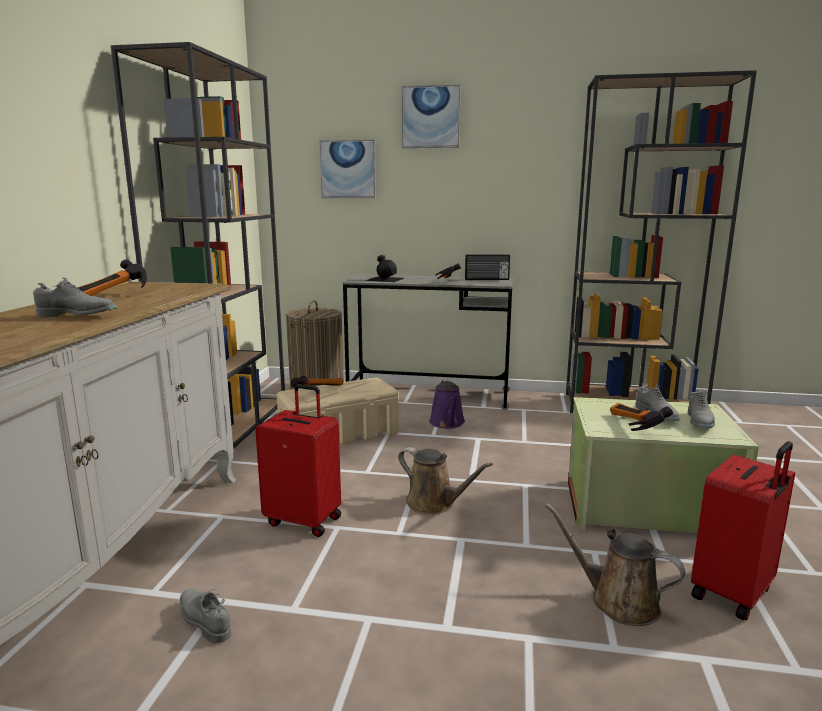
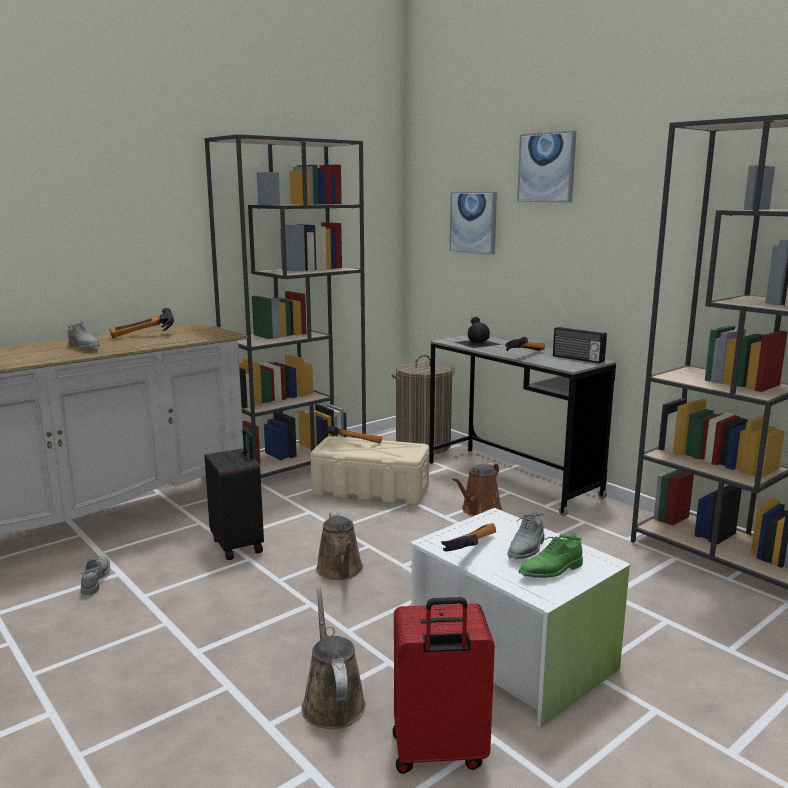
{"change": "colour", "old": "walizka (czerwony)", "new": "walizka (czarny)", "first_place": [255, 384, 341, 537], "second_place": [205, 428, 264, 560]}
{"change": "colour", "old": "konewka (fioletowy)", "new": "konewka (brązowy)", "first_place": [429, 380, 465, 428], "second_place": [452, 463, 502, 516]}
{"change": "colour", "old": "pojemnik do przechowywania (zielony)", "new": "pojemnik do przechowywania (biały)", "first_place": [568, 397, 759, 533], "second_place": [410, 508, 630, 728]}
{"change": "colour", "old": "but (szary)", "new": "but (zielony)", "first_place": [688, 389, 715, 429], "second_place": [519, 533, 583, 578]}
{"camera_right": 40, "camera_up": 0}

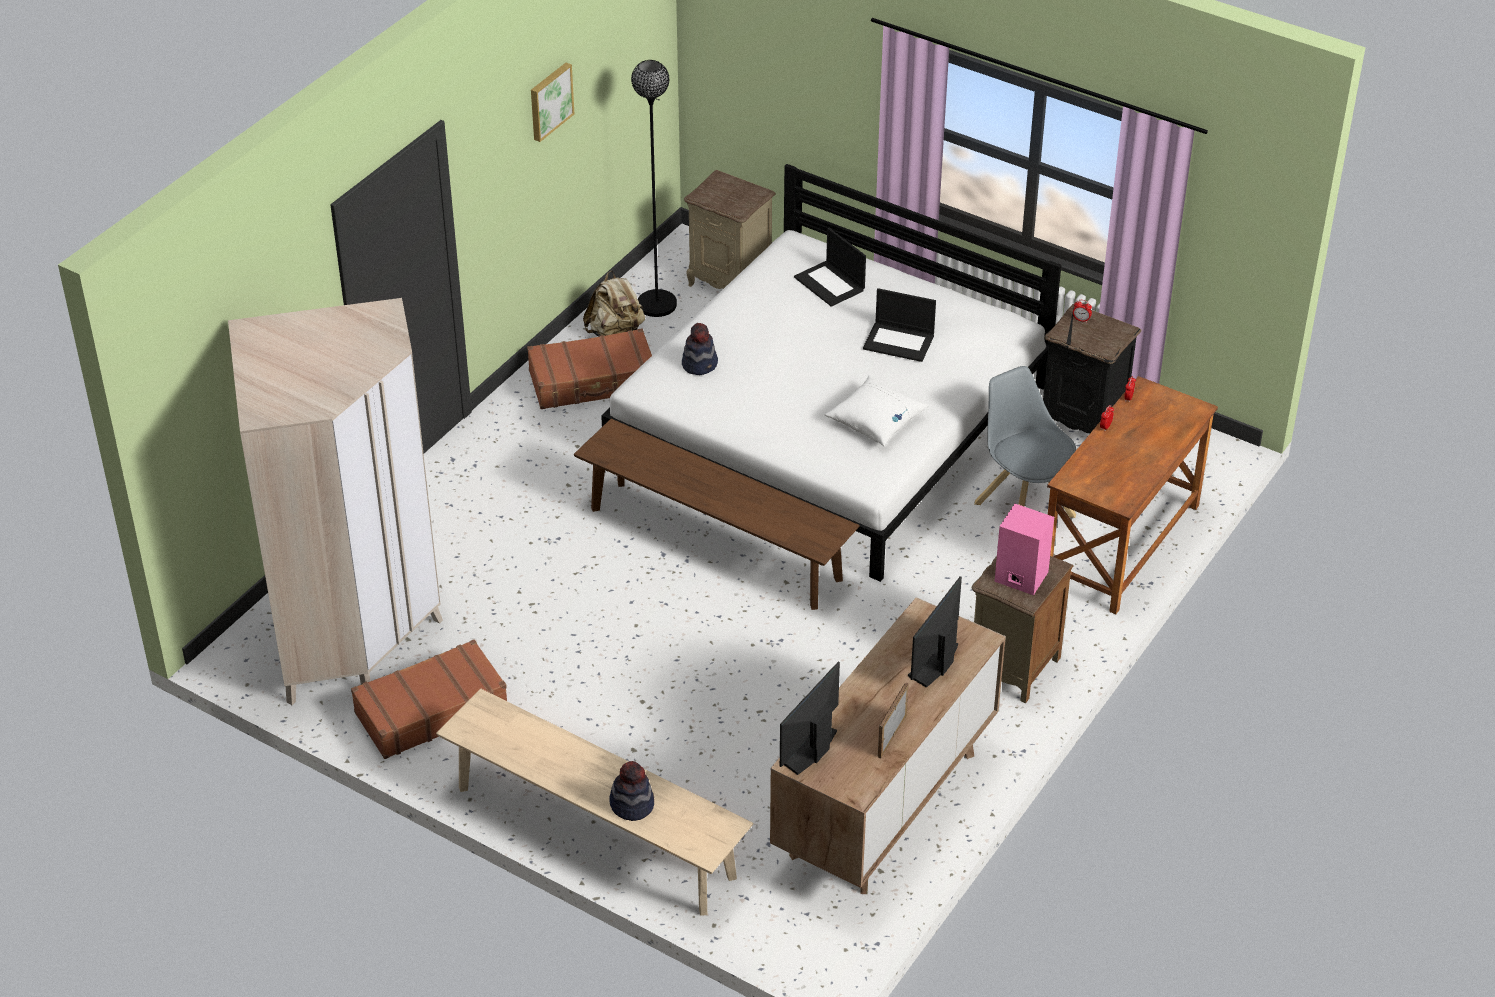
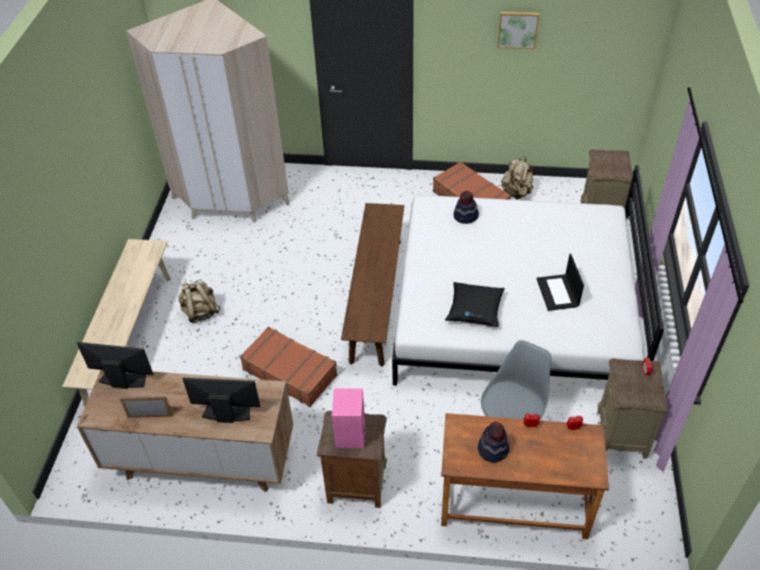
{"change": "missing", "old": "lampa stojąca (czarny)", "first_place": [631, 60, 677, 317]}
{"change": "missing", "old": "laptop", "first_place": [794, 228, 866, 307]}
{"change": "appeared", "new": "plecak (beżowy)", "second_place": [178, 279, 220, 323]}
{"change": "relocated", "old": "walizka (brązowy)", "first_place": [351, 639, 507, 759], "second_place": [240, 326, 338, 407]}
{"change": "relocated", "old": "kapelusz", "first_place": [609, 761, 654, 821], "second_place": [478, 422, 509, 463]}
{"change": "colour", "old": "poduszka (biały)", "new": "poduszka (czarny)", "first_place": [825, 375, 929, 446], "second_place": [445, 282, 505, 327]}
{"change": "colour", "old": "szafka nocna (czarny)", "new": "szafka nocna (beżowy)", "first_place": [1043, 304, 1142, 433], "second_place": [597, 358, 667, 459]}
{"camera_right": 65, "camera_up": 5}

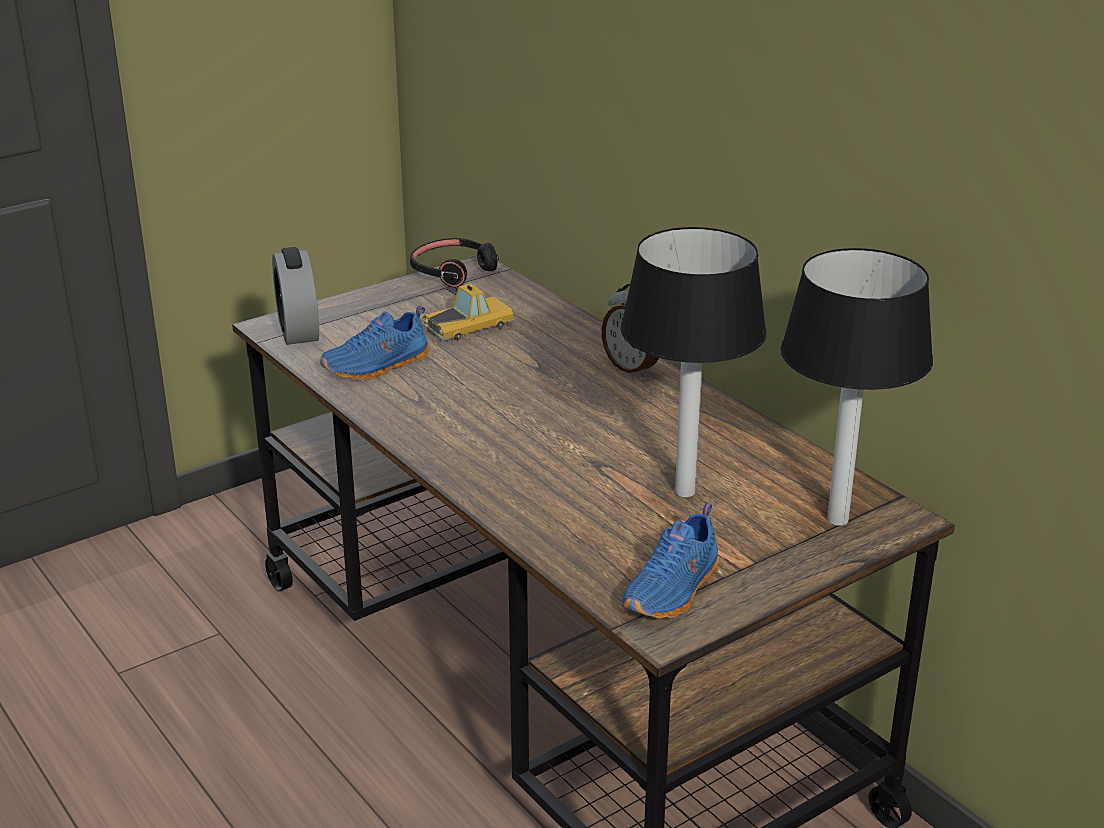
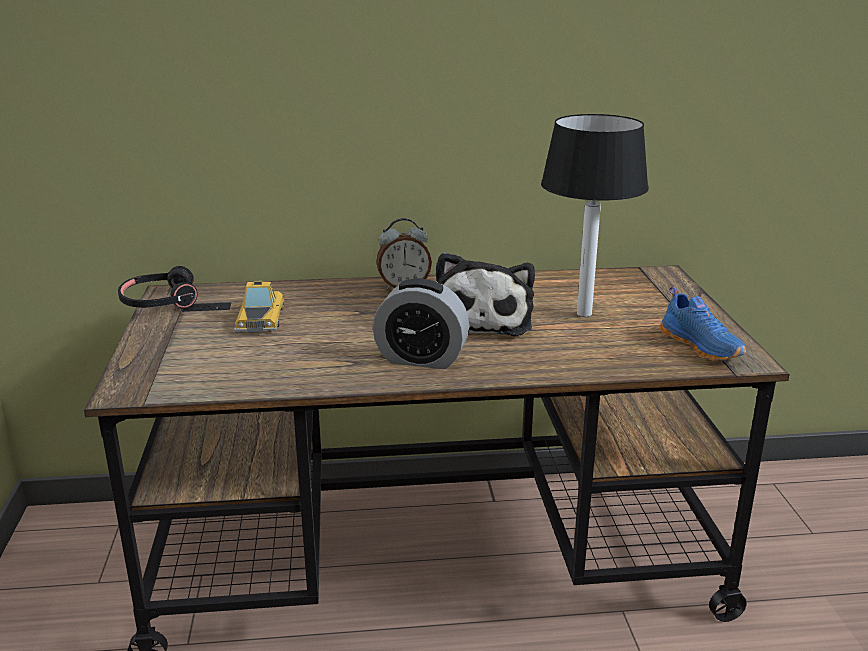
{"change": "missing", "old": "but (niebieski)", "first_place": [320, 306, 429, 380]}
{"change": "missing", "old": "lampa stołowa", "first_place": [781, 248, 933, 526]}
{"change": "appeared", "new": "pluszak", "second_place": [436, 252, 535, 336]}
{"change": "relocated", "old": "budzik", "first_place": [272, 247, 319, 345], "second_place": [373, 279, 469, 369]}
{"camera_right": -60, "camera_up": -5}

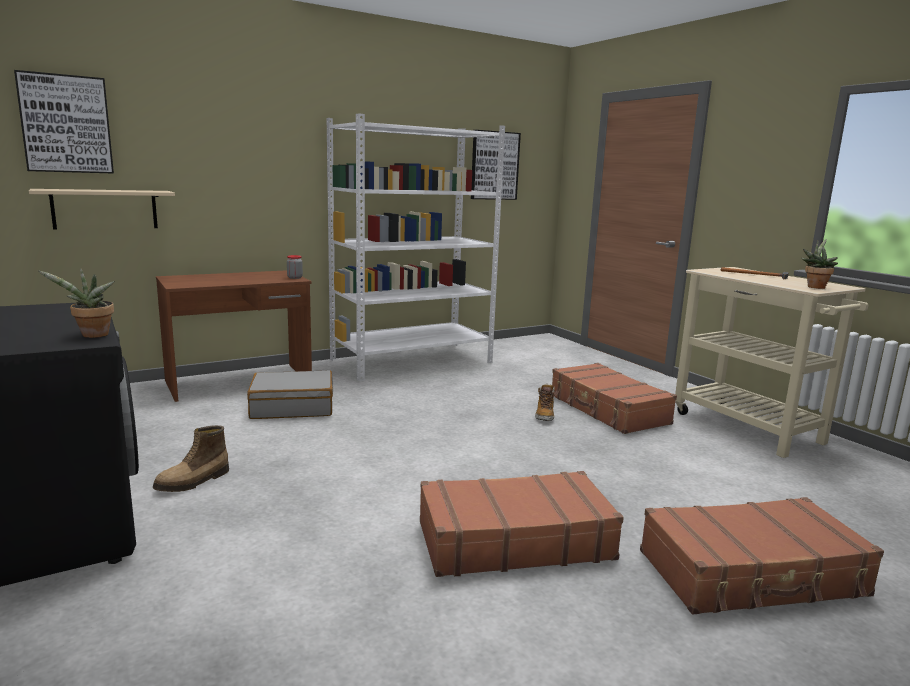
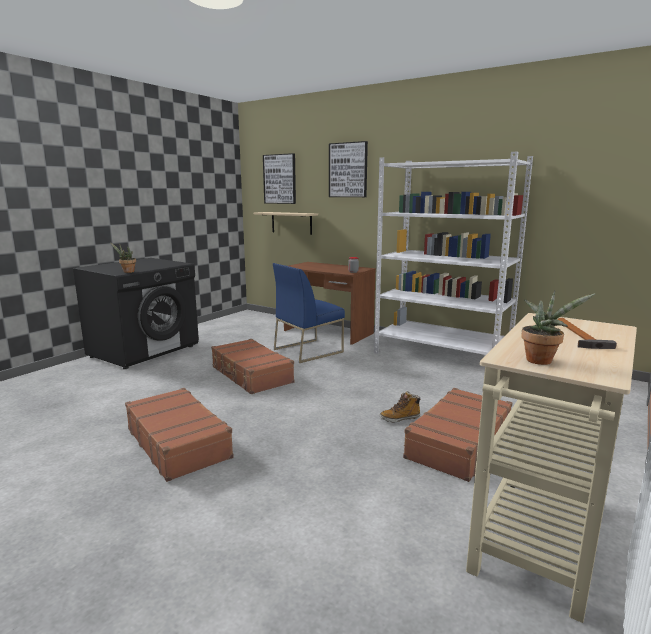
{"change": "missing", "old": "but z cholewką", "first_place": [153, 425, 229, 492]}
{"change": "relocated", "old": "obraz", "first_place": [471, 130, 521, 200], "second_place": [329, 141, 368, 197]}
{"change": "relocated", "old": "walizka (brązowy)", "first_place": [640, 497, 884, 615], "second_place": [211, 339, 294, 394]}
{"change": "exchanged", "old": "walizka (szary)", "new": "krzesło (niebieski)", "first_place": [247, 370, 333, 419], "second_place": [273, 263, 345, 363]}
{"camera_right": 65, "camera_up": 0}

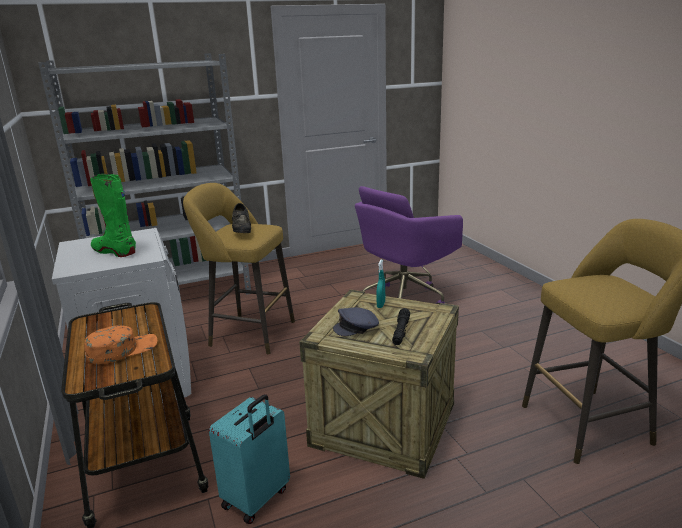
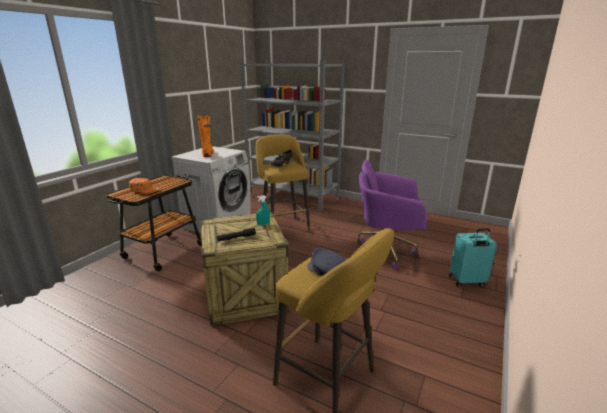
{"change": "relocated", "old": "walizka (turkusowy)", "first_place": [209, 394, 290, 524], "second_place": [449, 228, 497, 287]}
{"change": "relocated", "old": "czapka z daszkiem (szary)", "first_place": [333, 307, 379, 336], "second_place": [308, 248, 346, 275]}
{"change": "colour", "old": "but z cholewką (zielony)", "new": "but z cholewką (pomarańczowy)", "first_place": [90, 174, 136, 257], "second_place": [197, 115, 214, 157]}
{"camera_right": 50, "camera_up": 0}

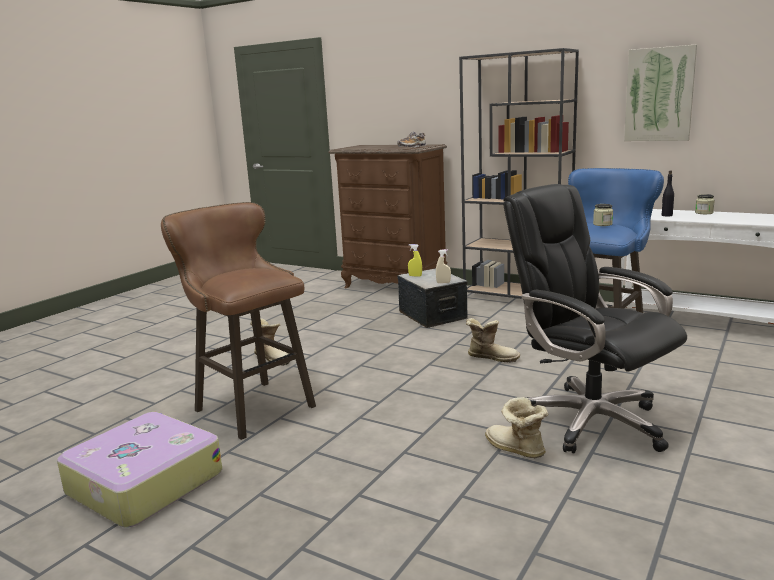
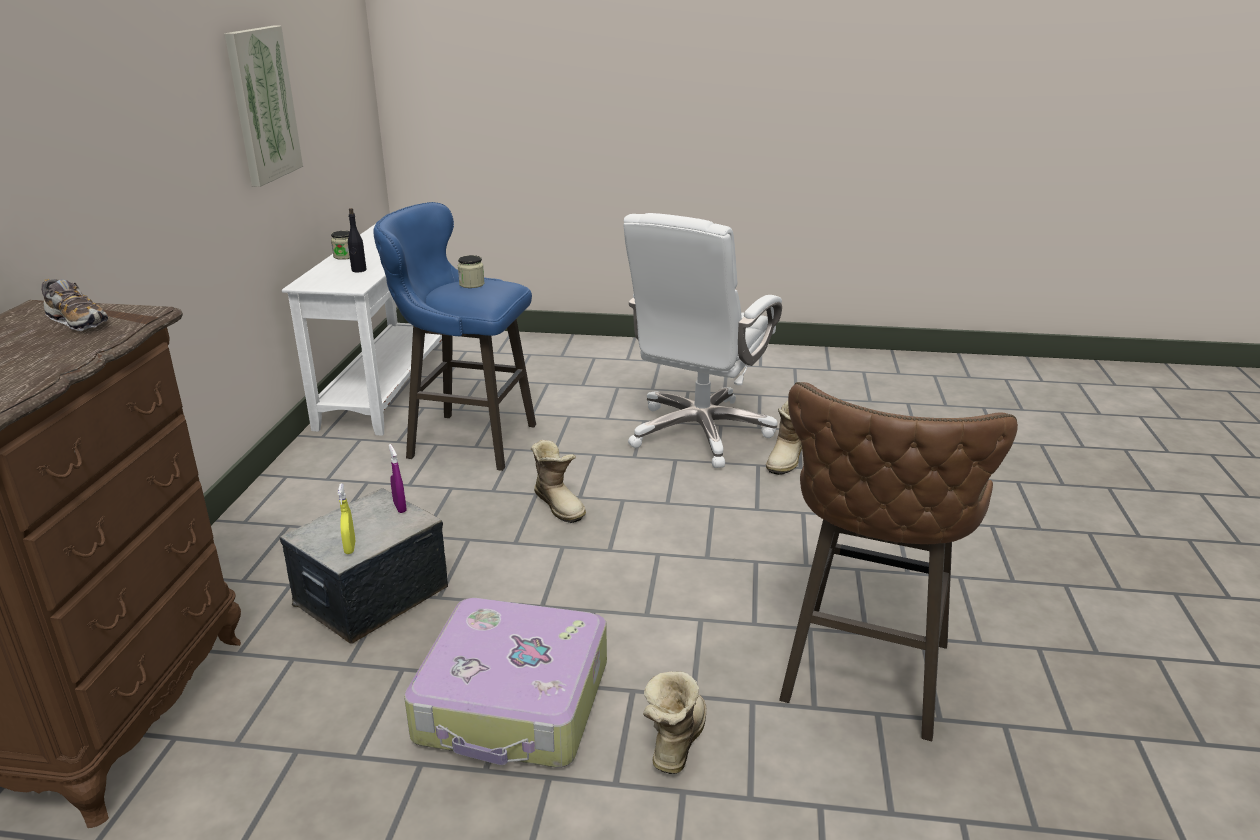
{"change": "missing", "old": "regał", "first_place": [459, 48, 579, 299]}
{"change": "relocated", "old": "walizka", "first_place": [57, 412, 222, 527], "second_place": [404, 598, 607, 768]}
{"change": "colour", "old": "spryskiwacz (beżowy)", "new": "spryskiwacz (fioletowy)", "first_place": [436, 249, 451, 283], "second_place": [389, 444, 407, 513]}
{"change": "colour", "old": "krzesło biurowe (czarny)", "new": "krzesło biurowe (biały)", "first_place": [503, 184, 687, 453], "second_place": [624, 213, 782, 468]}
{"change": "spun", "old": "but z cholewką", "first_place": [466, 318, 520, 363], "second_place": [531, 440, 586, 523], "degrees": 150}
{"camera_right": -115, "camera_up": 10}

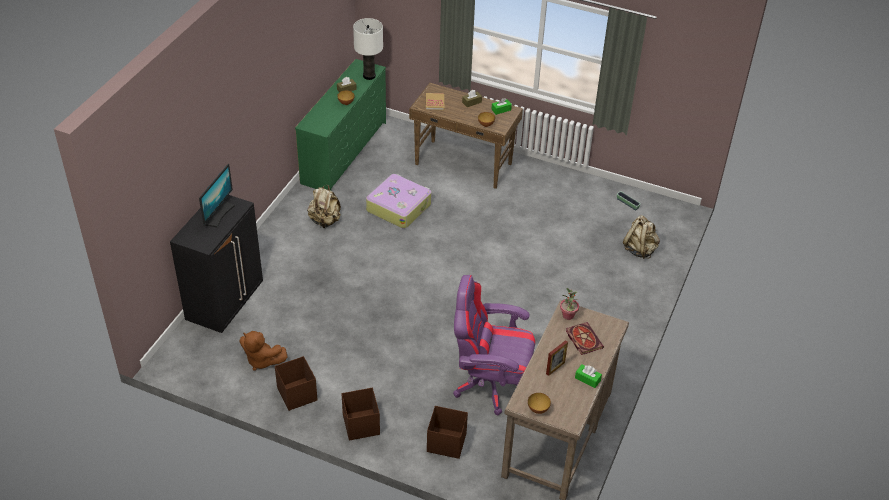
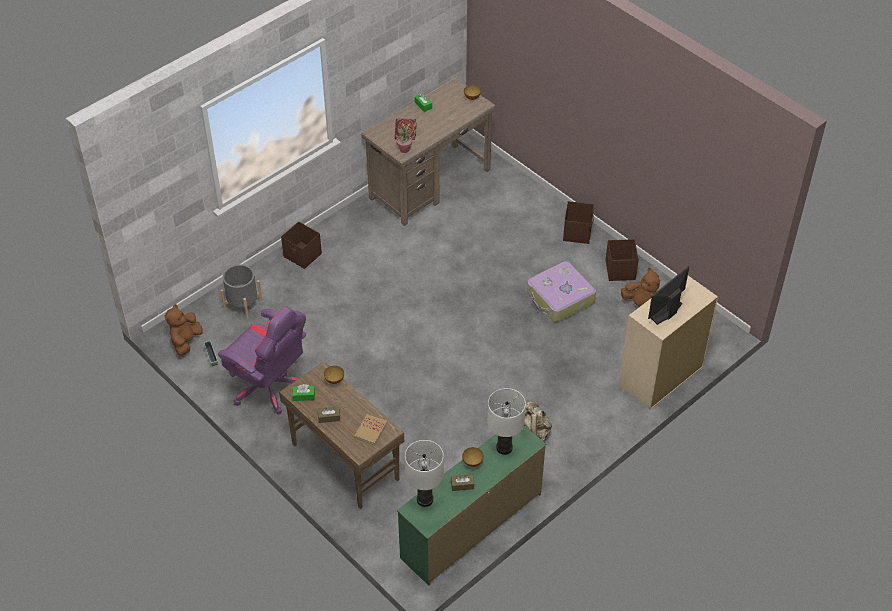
{"change": "missing", "old": "ramka na zdjęcie", "first_place": [546, 340, 568, 376]}
{"change": "appeared", "new": "pluszak (brązowy)", "second_place": [165, 304, 203, 356]}
{"change": "appeared", "new": "lampa stołowa (biały)", "second_place": [487, 388, 526, 455]}
{"change": "relocated", "old": "walizka", "first_place": [366, 174, 431, 228], "second_place": [527, 261, 596, 322]}
{"change": "relocated", "old": "pojemnik do przechowywania (brązowy)", "first_place": [427, 406, 468, 459], "second_place": [281, 221, 322, 269]}
{"change": "relocated", "old": "krzesło biurowe (fioletowy)", "first_place": [453, 275, 535, 416], "second_place": [218, 306, 306, 414]}
{"change": "exchanged", "old": "plecak (beżowy)", "new": "donica (szary)", "first_place": [623, 215, 660, 259], "second_place": [220, 264, 262, 319]}
{"change": "colour", "old": "szafka (czarny)", "new": "szafka (beżowy)", "first_place": [170, 195, 263, 333], "second_place": [619, 276, 718, 409]}
{"camera_right": -155, "camera_up": 5}

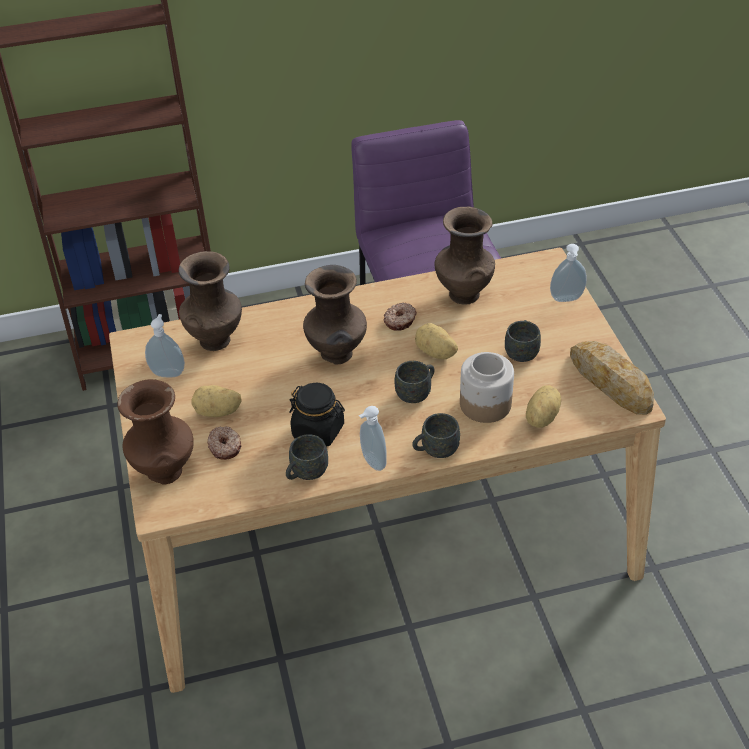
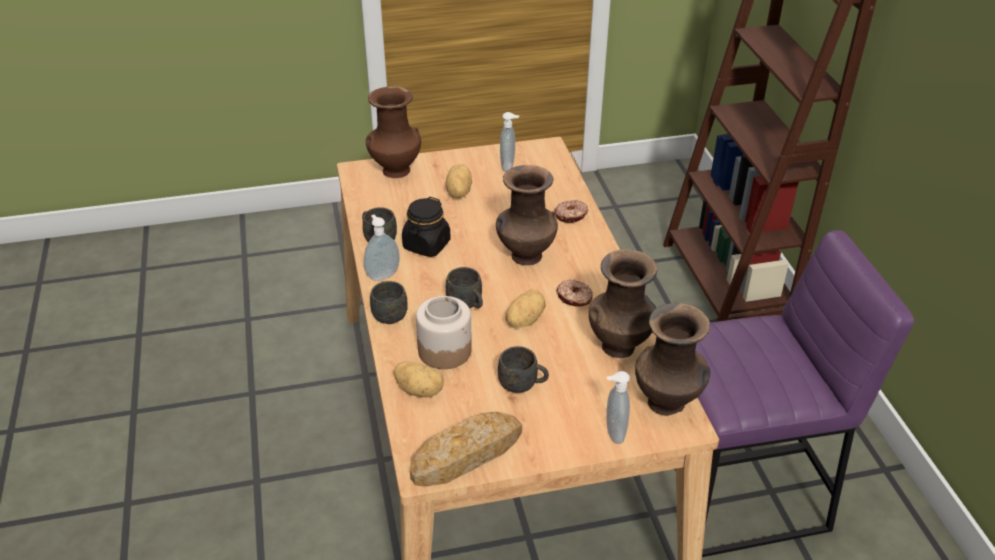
{"change": "relocated", "old": "wazon (brązowy)", "first_place": [179, 251, 242, 351], "second_place": [635, 303, 710, 416]}
{"change": "relocated", "old": "donut", "first_place": [208, 427, 241, 460], "second_place": [554, 200, 589, 223]}
{"camera_right": 90, "camera_up": -5}

